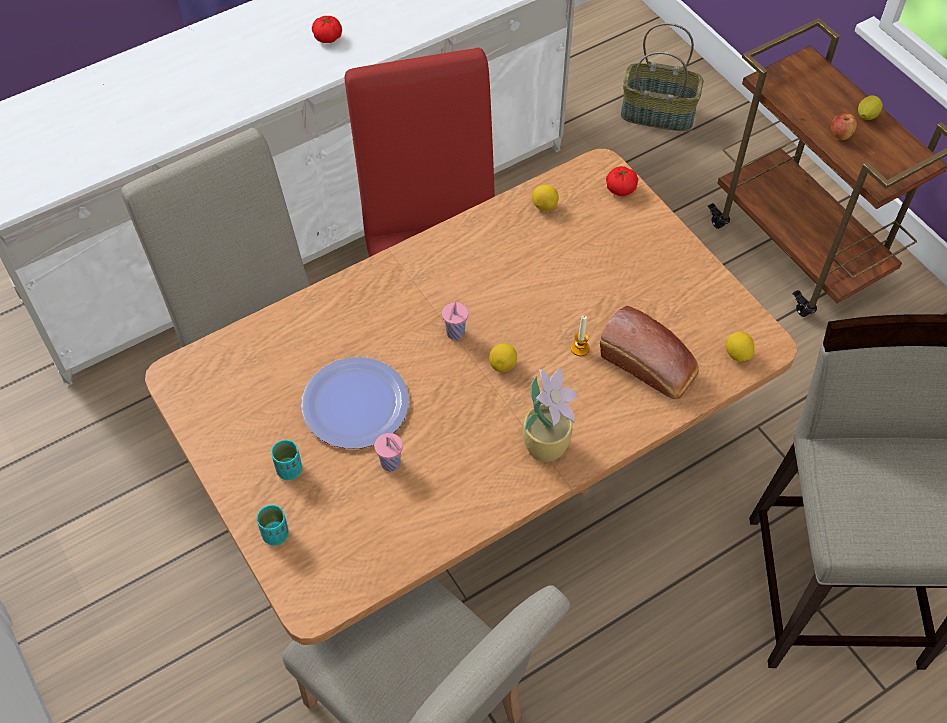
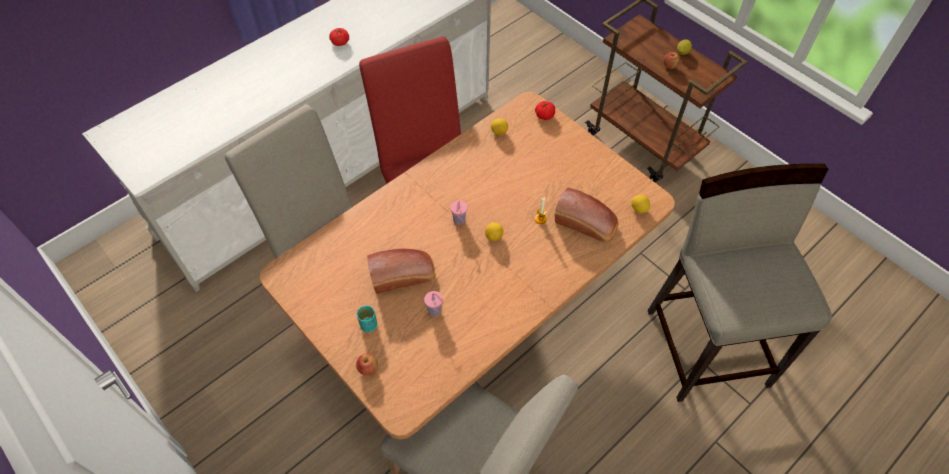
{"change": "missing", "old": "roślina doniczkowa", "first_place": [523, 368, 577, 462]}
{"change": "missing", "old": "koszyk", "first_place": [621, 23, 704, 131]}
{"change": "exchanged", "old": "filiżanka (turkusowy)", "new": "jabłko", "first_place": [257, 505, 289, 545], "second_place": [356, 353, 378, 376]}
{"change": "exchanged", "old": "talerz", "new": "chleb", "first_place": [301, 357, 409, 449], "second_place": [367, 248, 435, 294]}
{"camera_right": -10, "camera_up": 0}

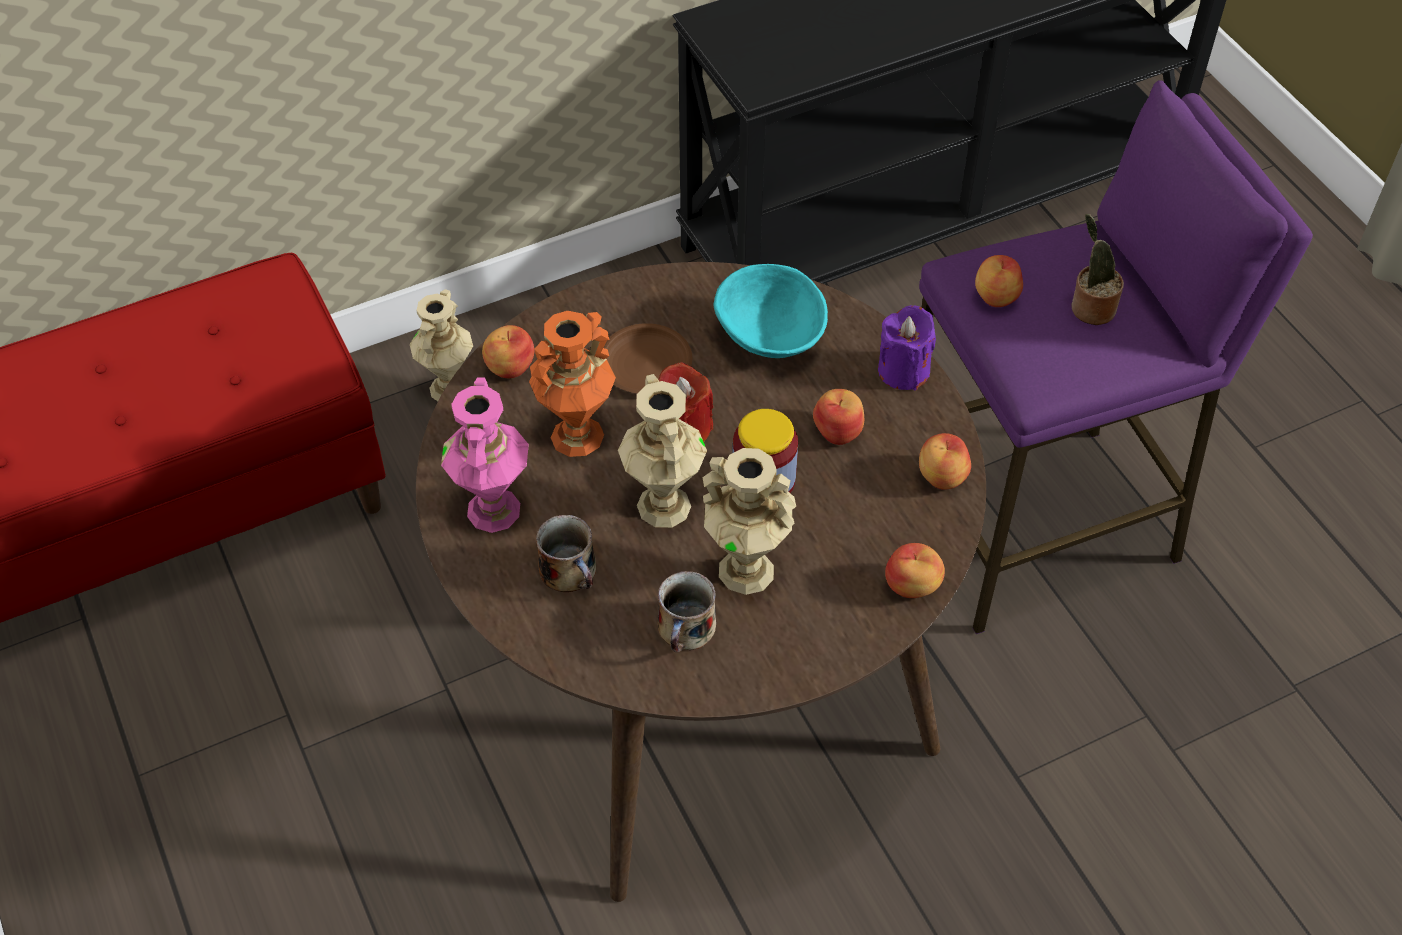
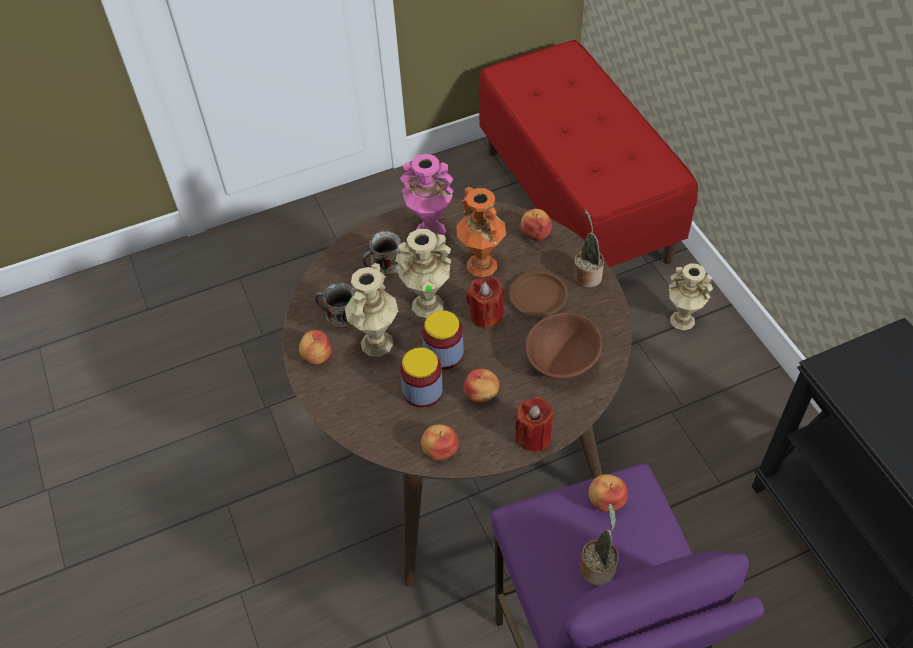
{"change": "appeared", "new": "słoik", "second_place": [400, 347, 443, 408]}
{"change": "appeared", "new": "roślina doniczkowa", "second_place": [574, 209, 604, 288]}
{"change": "relocated", "old": "jabłko", "first_place": [885, 543, 945, 598], "second_place": [299, 330, 332, 365]}
{"change": "colour", "old": "miska (turkusowy)", "new": "miska (brązowy)", "first_place": [714, 264, 828, 358], "second_place": [526, 313, 602, 379]}
{"change": "colour", "old": "świeca (fioletowy)", "new": "świeca (czerwony)", "first_place": [878, 305, 936, 390], "second_place": [515, 396, 554, 452]}
{"camera_right": 95, "camera_up": 0}

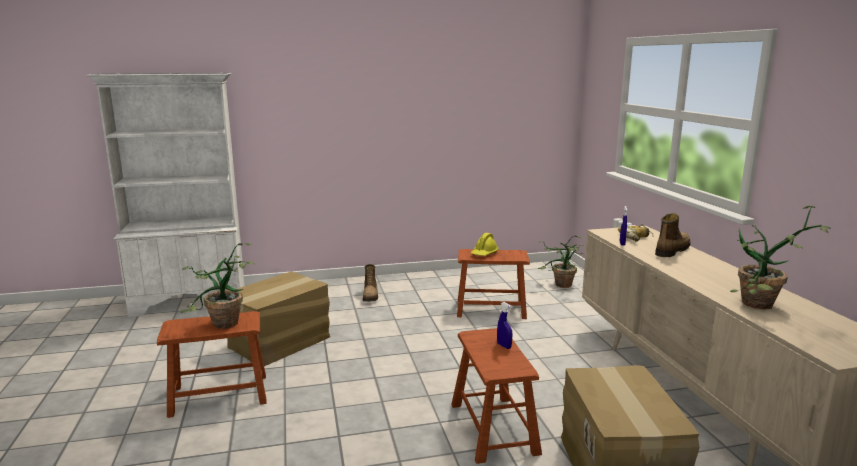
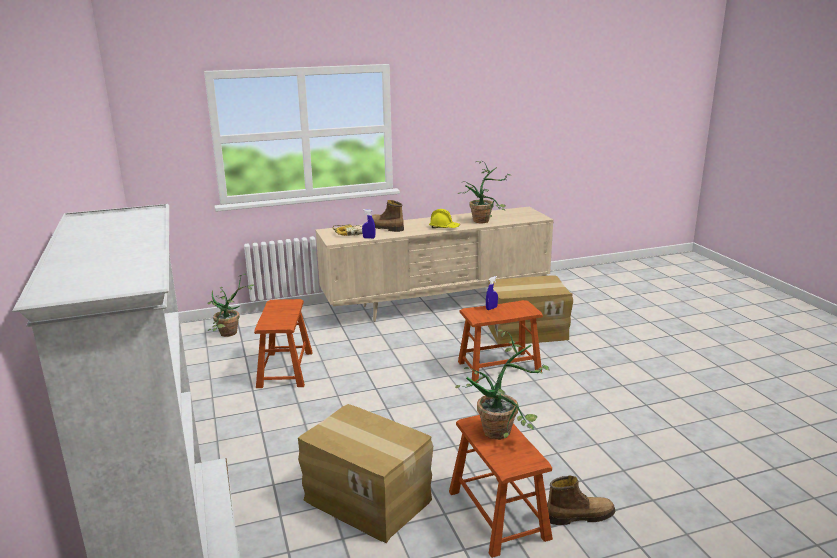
{"change": "relocated", "old": "but z cholewką", "first_place": [363, 264, 378, 302], "second_place": [547, 475, 615, 525]}
{"change": "relocated", "old": "kask (żółty)", "first_place": [471, 233, 499, 256], "second_place": [429, 209, 460, 228]}
{"camera_right": -95, "camera_up": 5}

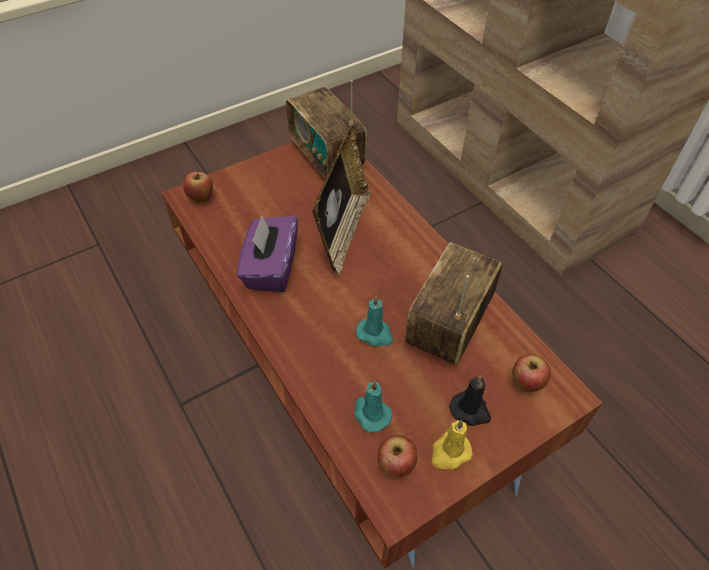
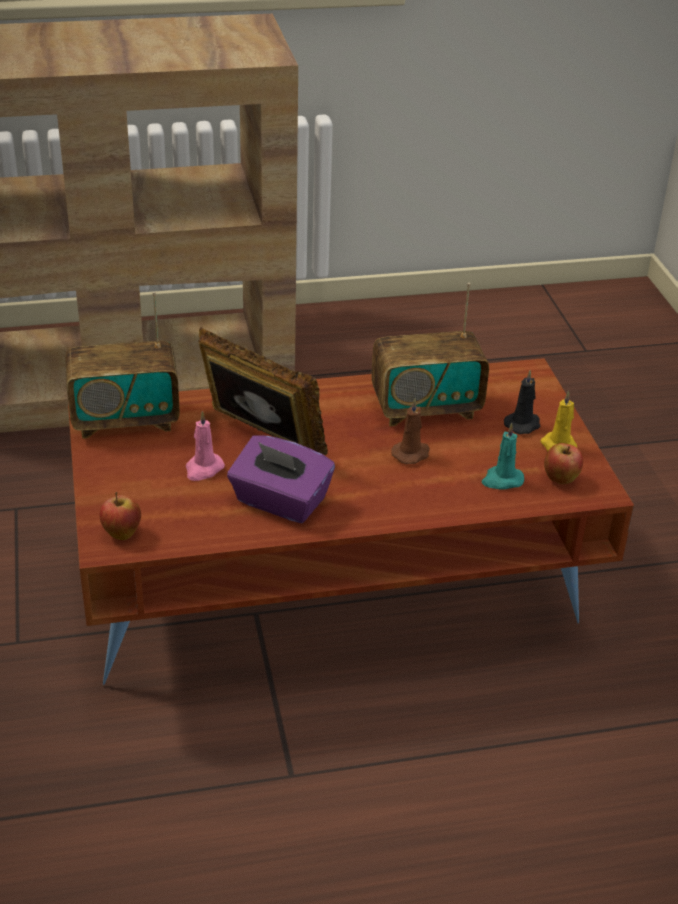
{"change": "missing", "old": "jabłko", "first_place": [512, 354, 551, 392]}
{"change": "appeared", "new": "świeca (różowy)", "second_place": [186, 411, 225, 481]}
{"change": "colour", "old": "świeca (turkusowy)", "new": "świeca (brązowy)", "first_place": [356, 295, 393, 347], "second_place": [391, 398, 430, 464]}
{"change": "spun", "old": "radio", "first_place": [405, 242, 503, 365], "second_place": [371, 283, 489, 426], "degrees": -60}
{"camera_right": -70, "camera_up": -15}

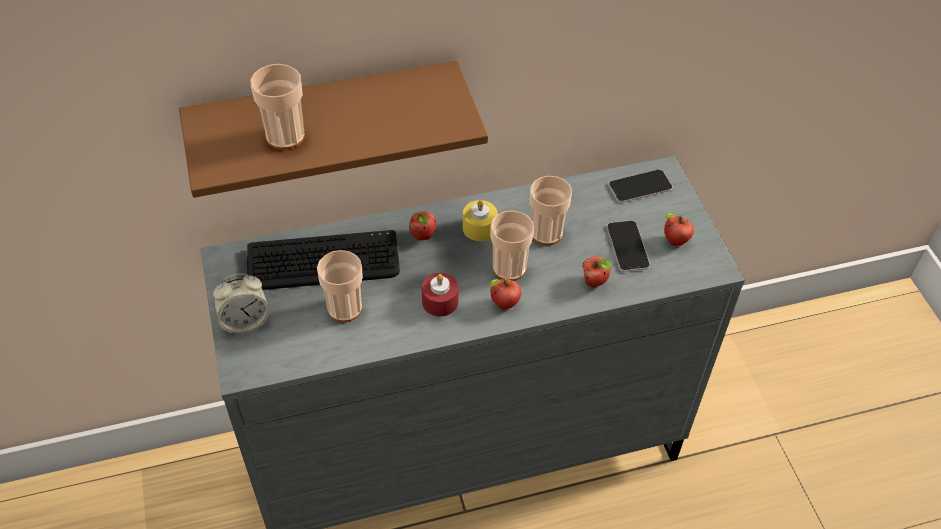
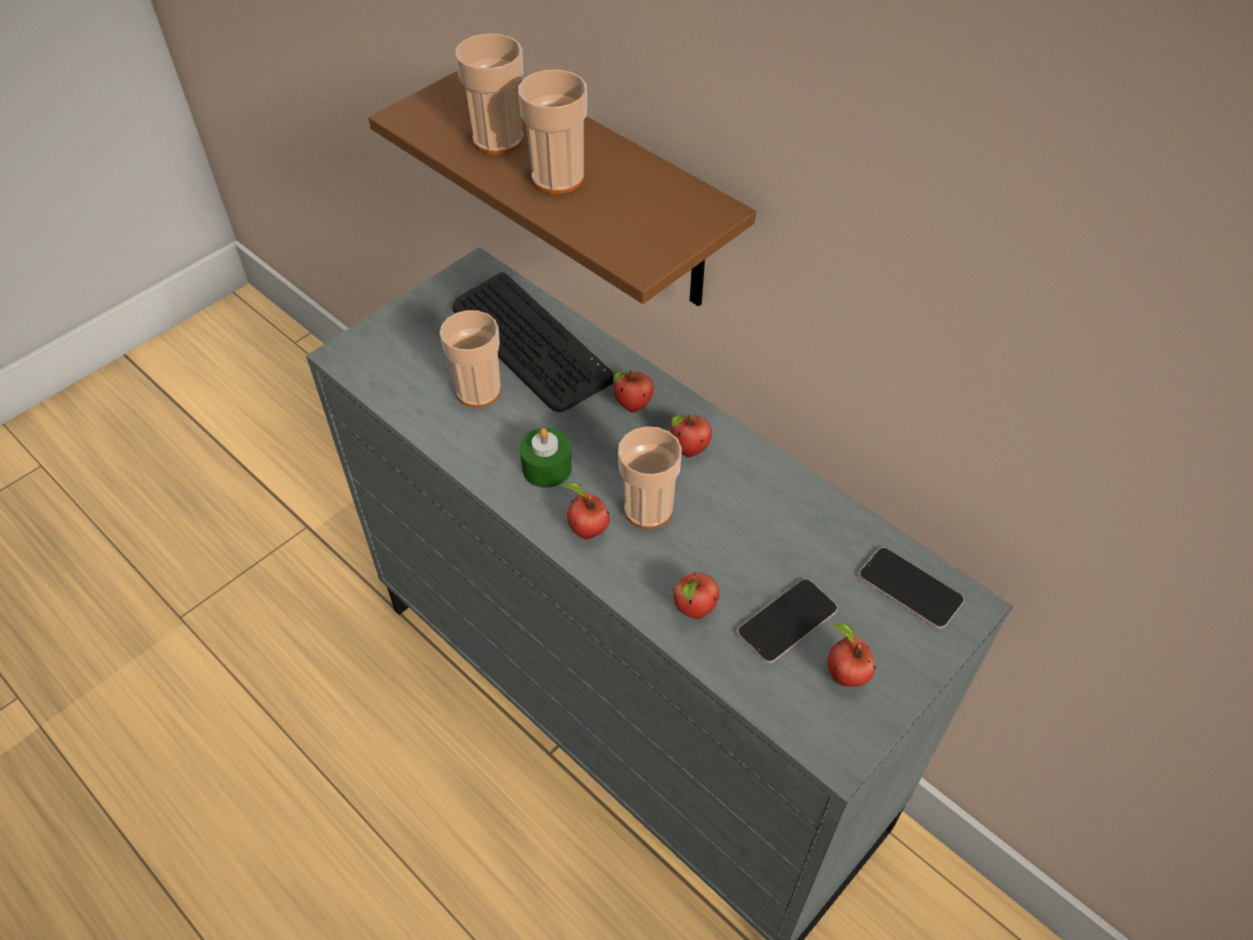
{"change": "missing", "old": "budzik", "first_place": [213, 273, 270, 334]}
{"change": "relocated", "old": "filiżanka", "first_place": [530, 176, 572, 245], "second_place": [518, 70, 587, 194]}
{"change": "exchanged", "old": "świeca (żółty)", "new": "jabłko", "first_place": [463, 200, 498, 241], "second_place": [670, 414, 712, 457]}
{"change": "colour", "old": "świeca (czerwony)", "new": "świeca (zielony)", "first_place": [422, 273, 459, 316], "second_place": [520, 428, 572, 488]}
{"camera_right": 60, "camera_up": 0}

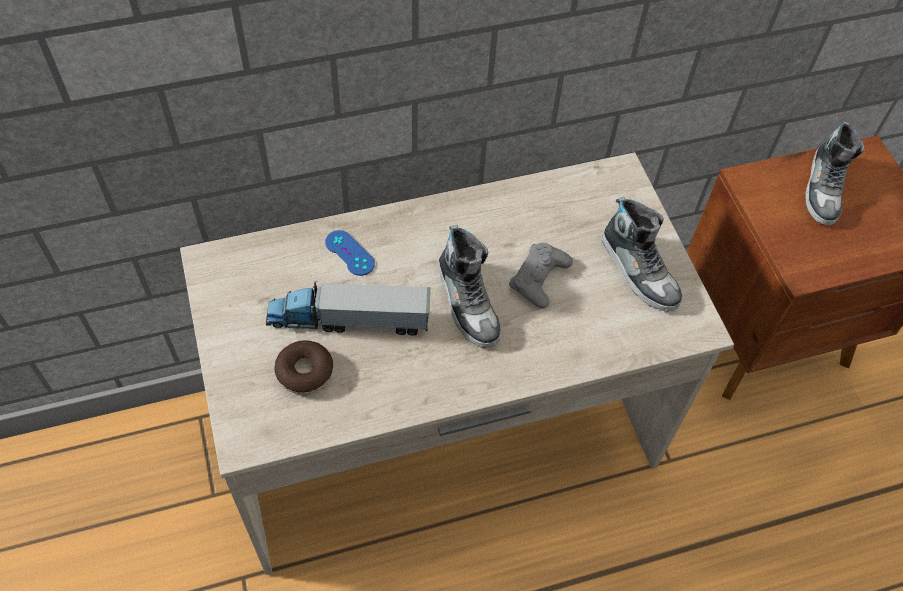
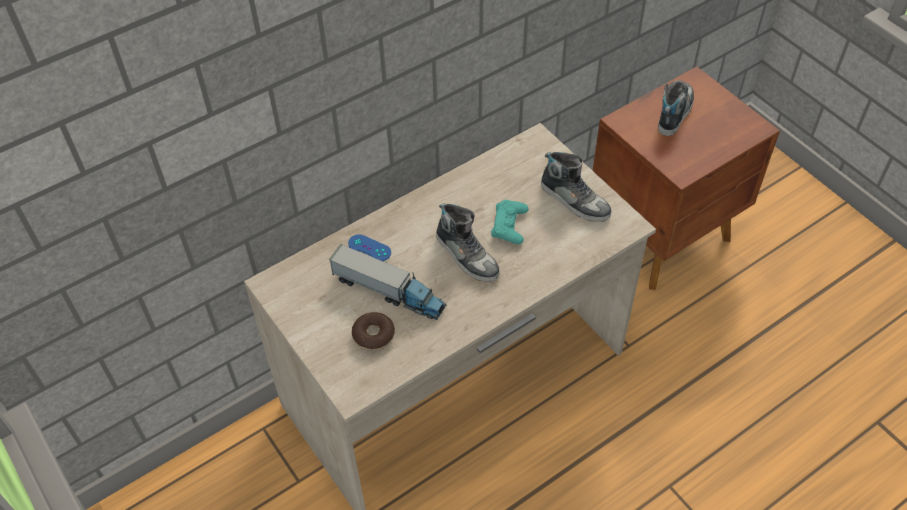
{"change": "colour", "old": "pad do gier (szary)", "new": "pad do gier (turkusowy)", "first_place": [509, 243, 573, 309], "second_place": [491, 200, 529, 244]}
{"change": "spun", "old": "ciężarówka zabawkowa", "first_place": [266, 281, 430, 335], "second_place": [329, 244, 446, 320], "degrees": -135}
{"change": "spun", "old": "but", "first_place": [805, 122, 865, 225], "second_place": [658, 80, 694, 136], "degrees": -150}
{"camera_right": -15, "camera_up": -5}

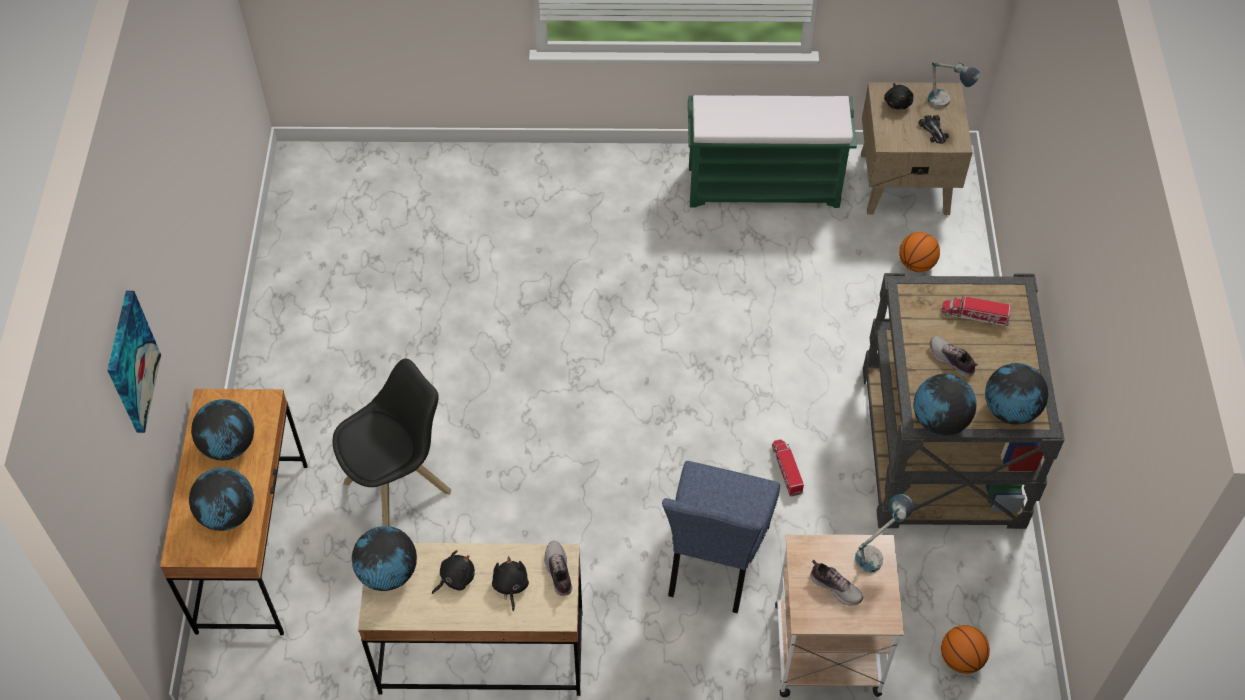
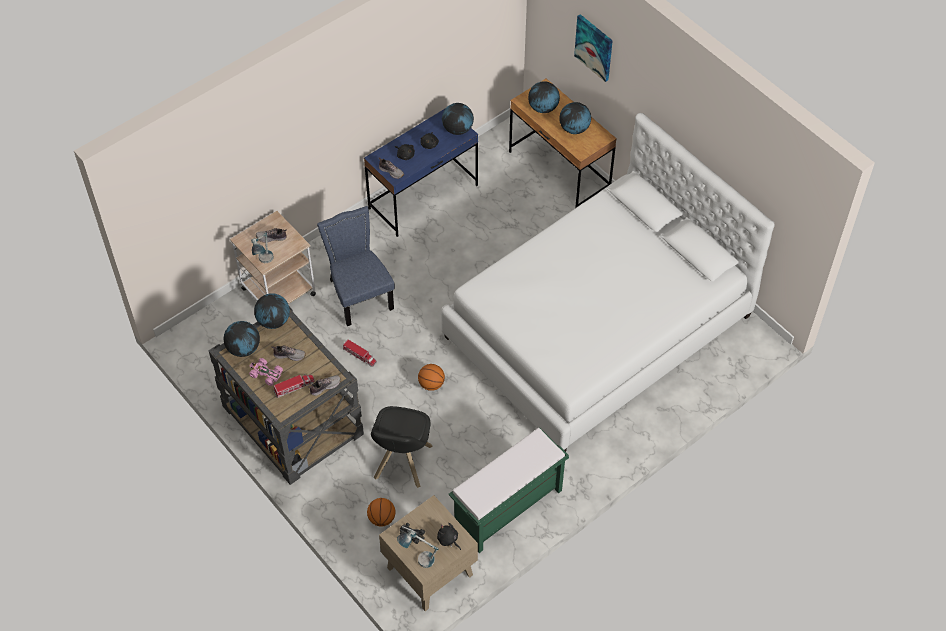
{"change": "appeared", "new": "samochodzik (różowy)", "second_place": [249, 358, 283, 386]}
{"change": "appeared", "new": "but", "second_place": [309, 375, 341, 396]}
{"change": "appeared", "new": "łóżko (biały)", "second_place": [441, 113, 775, 452]}
{"change": "relocated", "old": "krzesło (czarny)", "first_place": [332, 359, 451, 526], "second_place": [371, 406, 433, 488]}
{"change": "relocated", "old": "piłka do koszykówki", "first_place": [941, 625, 990, 674], "second_place": [418, 364, 445, 391]}
{"change": "colour", "old": "biurko (beżowy)", "new": "biurko (niebieski)", "first_place": [358, 543, 582, 696], "second_place": [364, 108, 478, 237]}
{"camera_right": 140, "camera_up": 0}

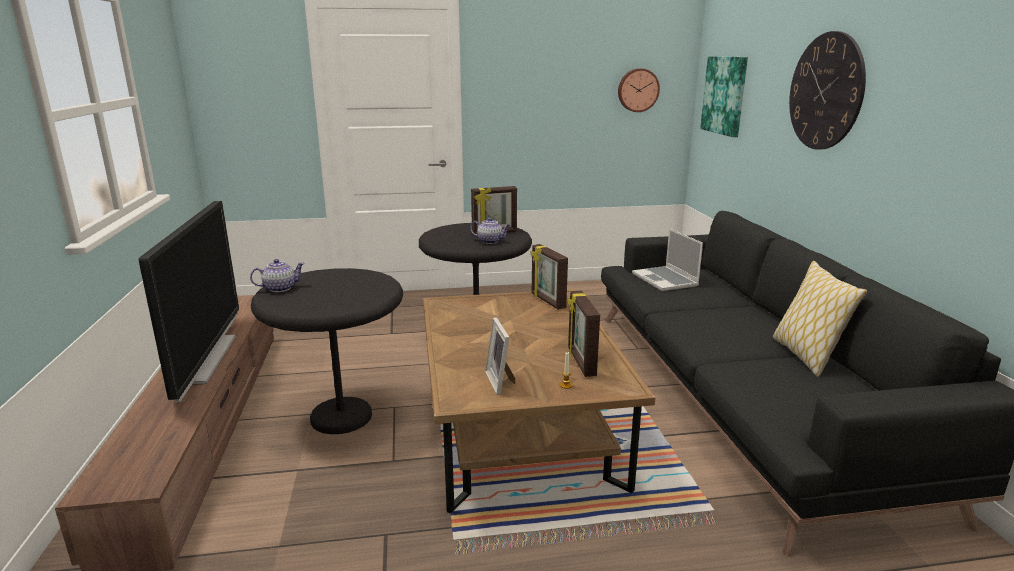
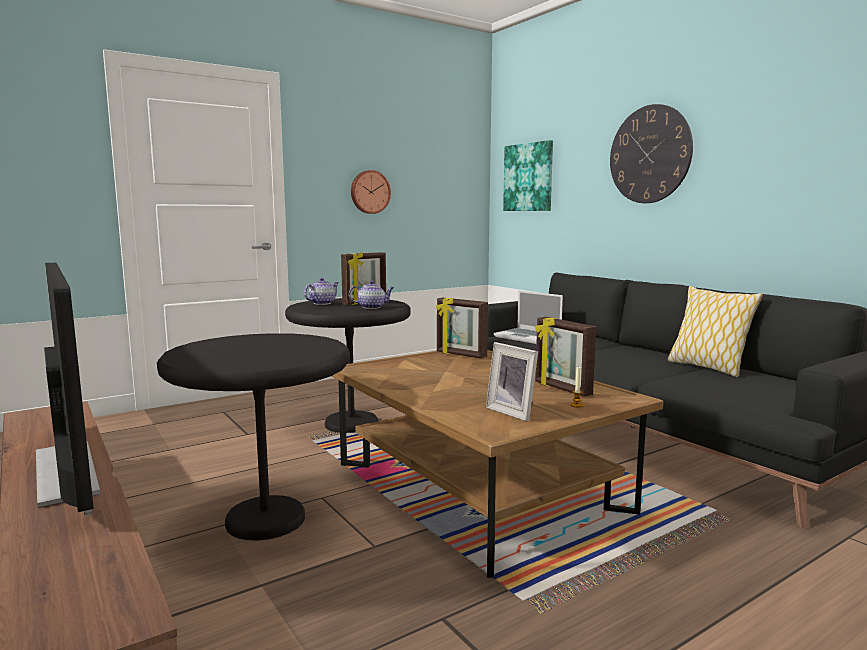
{"change": "relocated", "old": "imbryk", "first_place": [250, 259, 305, 292], "second_place": [304, 278, 339, 305]}
{"change": "relocated", "old": "zegar ścienny", "first_place": [618, 68, 660, 112], "second_place": [351, 170, 391, 214]}
{"camera_right": -25, "camera_up": -10}

